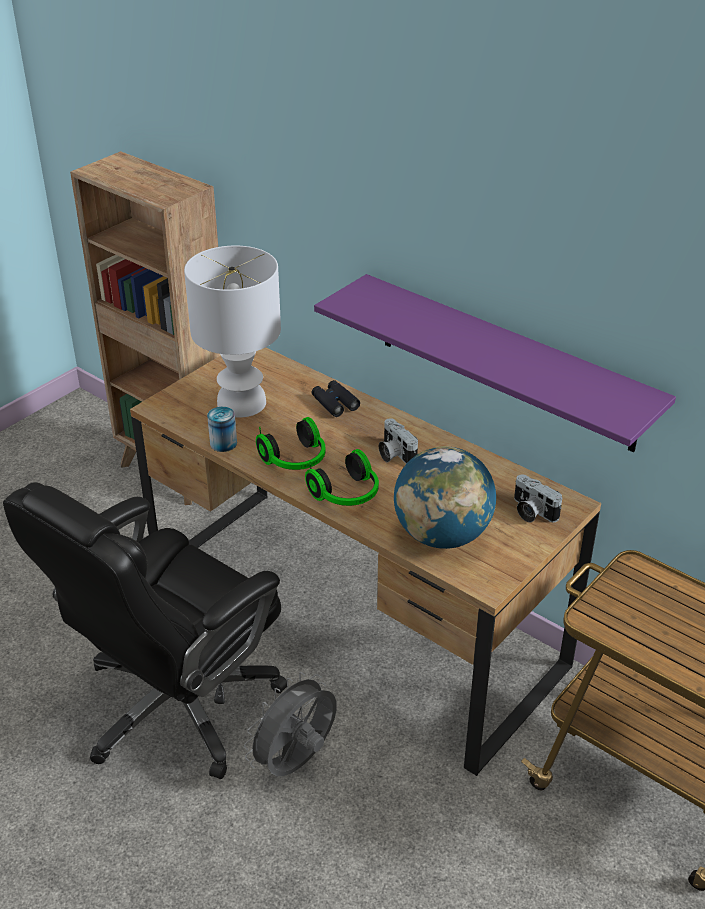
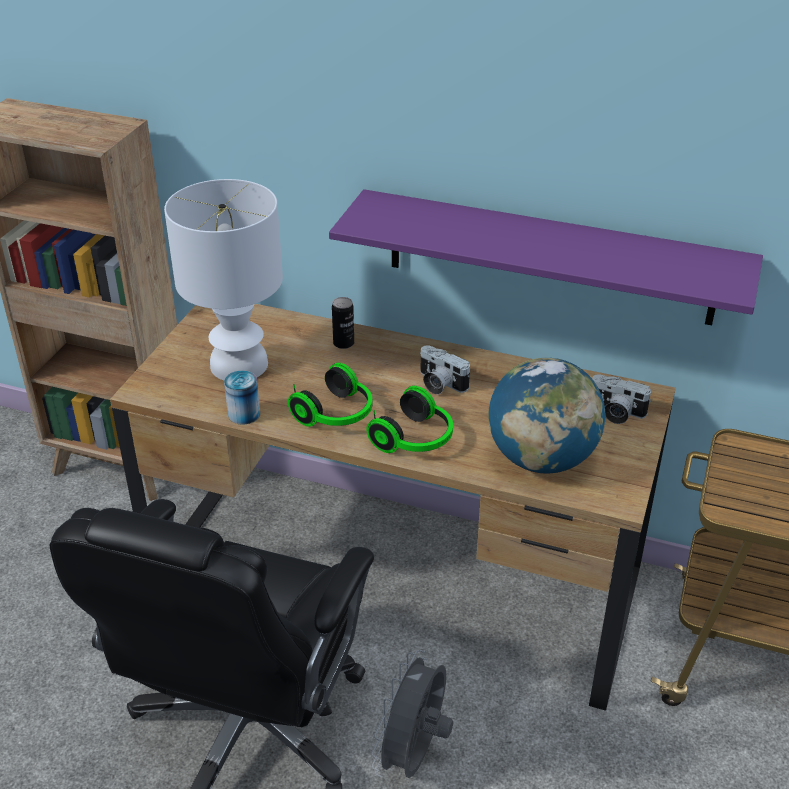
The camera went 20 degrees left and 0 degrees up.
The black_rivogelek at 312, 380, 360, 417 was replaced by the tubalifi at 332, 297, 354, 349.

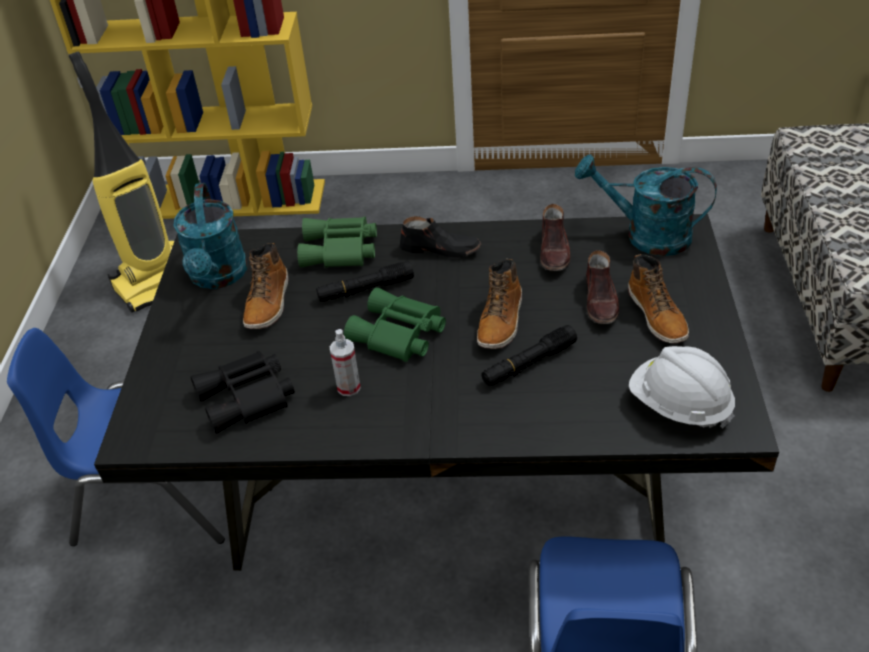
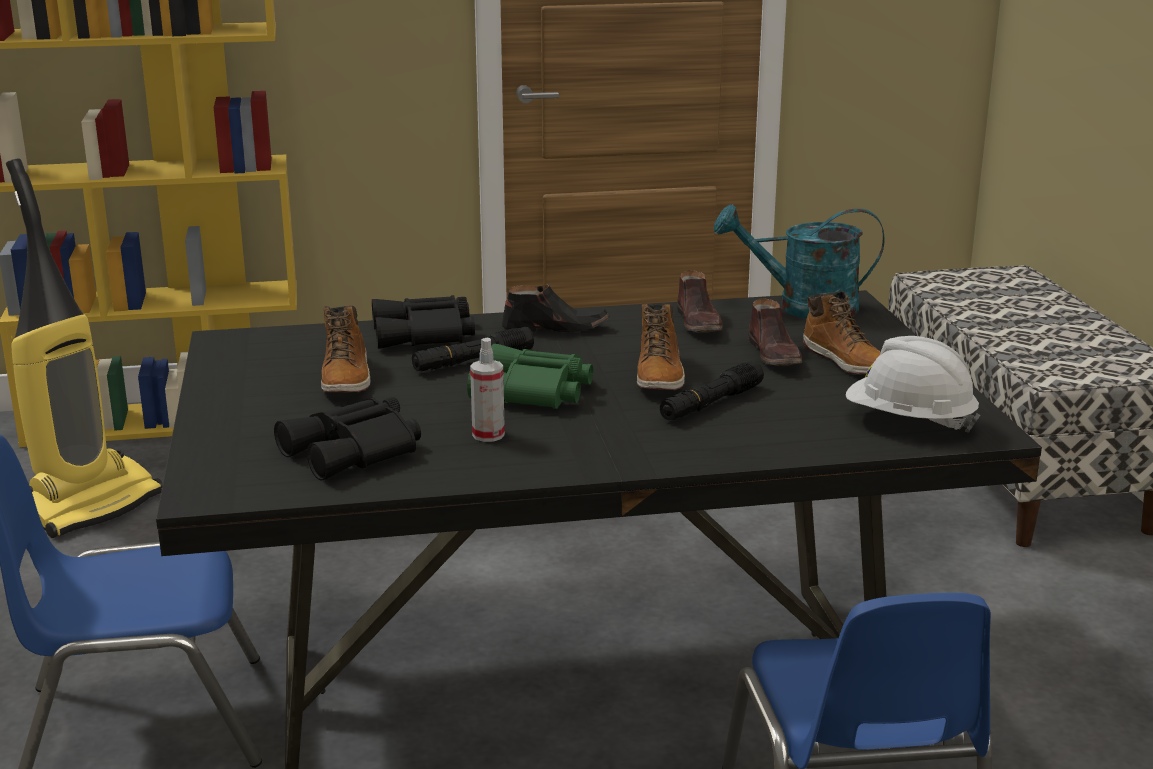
The camera went 15 degrees left and 20 degrees down.
The green_rivogelek at 297, 217, 377, 268 became the black_rivogelek at 372, 295, 475, 349.
The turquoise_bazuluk at 173, 183, 247, 289 disappeared.

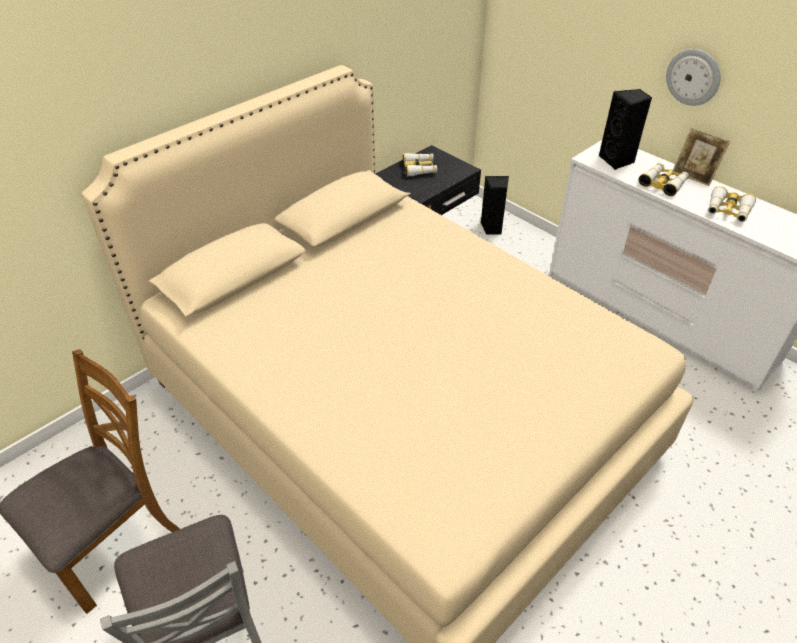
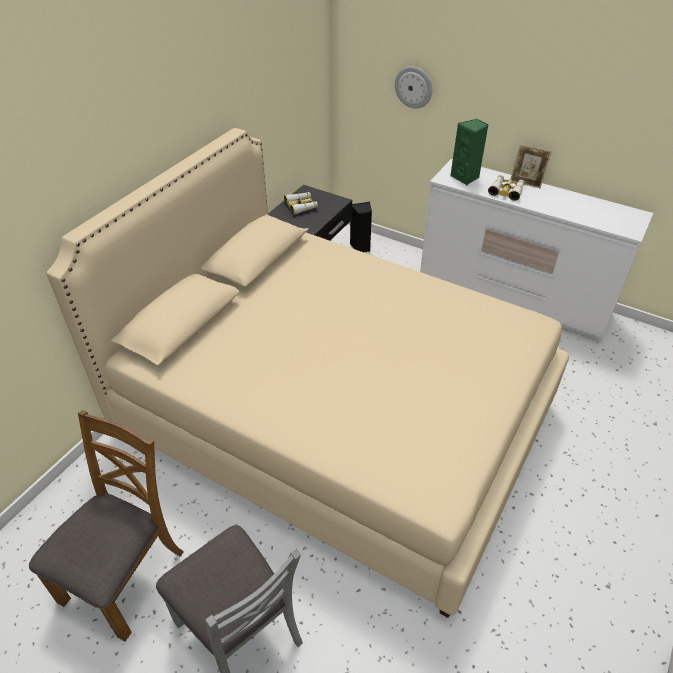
The camera went 15 degrees left and 0 degrees up.
The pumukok moved from 666, 49, 721, 106 to 395, 67, 432, 109.
The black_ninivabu at 599, 89, 652, 170 became the green_ninivabu at 450, 119, 488, 185.
The rivogelek at 708, 186, 756, 222 disappeared.

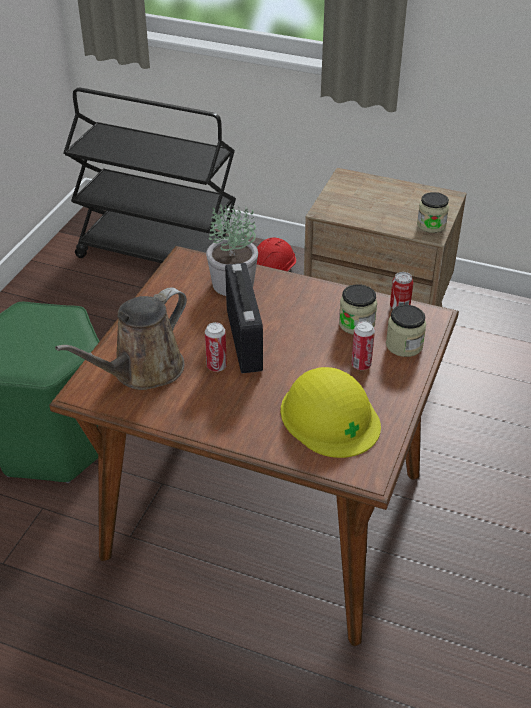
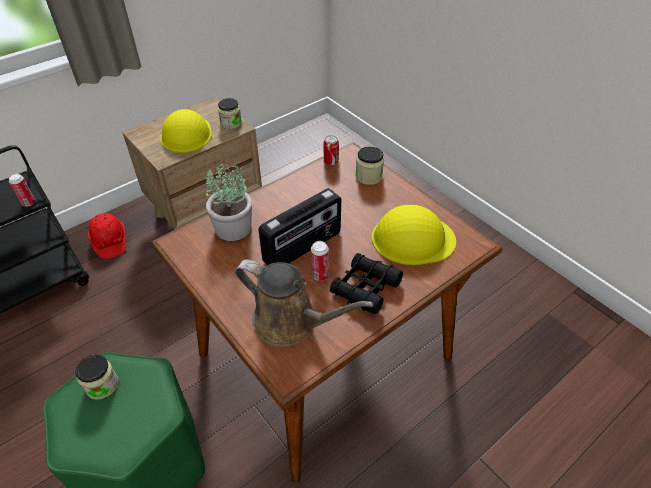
The camera went 60 degrees left and 5 degrees up.
The tubalifi moved from 351, 321, 375, 370 to 9, 174, 35, 206.
The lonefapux moved from 339, 284, 377, 335 to 75, 354, 119, 400.
The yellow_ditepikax at 160, 109, 212, 153 appeared.
The brown_bazuluk at 55, 288, 187, 390 turned 45 degrees counterclockwise.
The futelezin at 225, 263, 263, 373 turned 120 degrees clockwise.
The black_rivogelek at 330, 253, 403, 314 appeared.

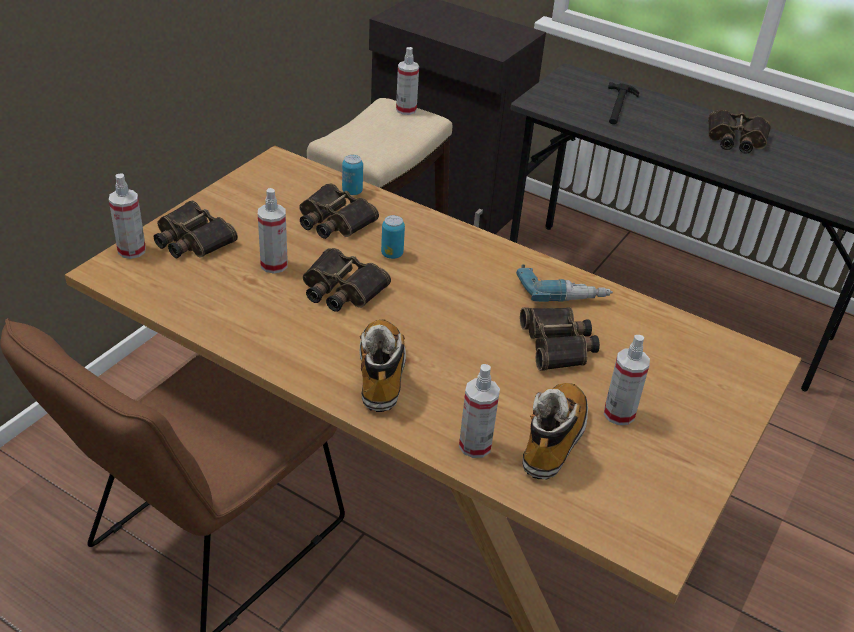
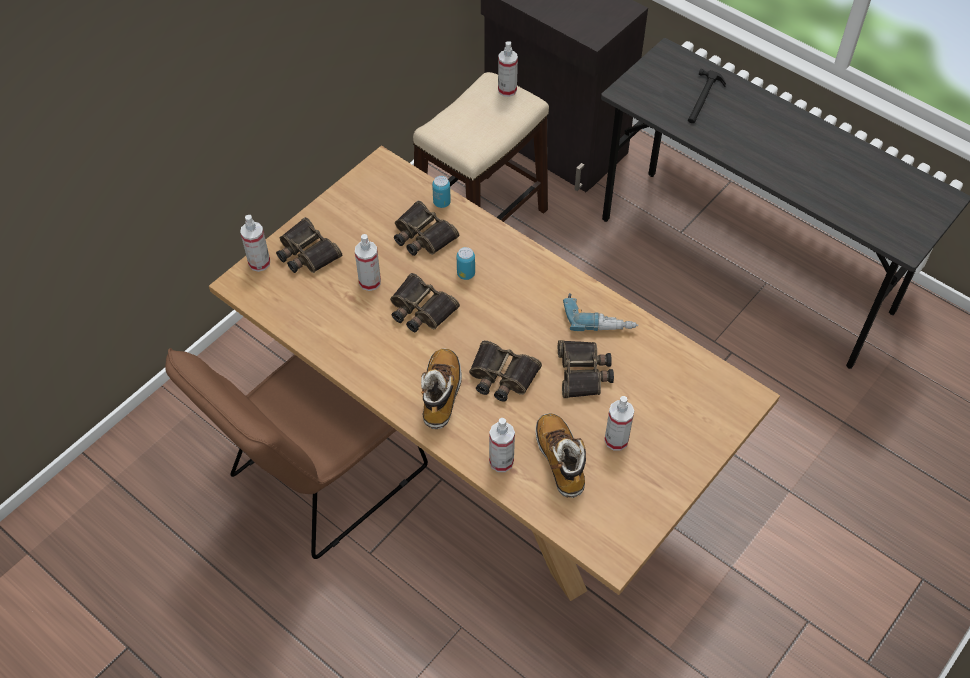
The camera went 10 degrees right and 15 degrees up.
The rivogelek moved from 708, 110, 771, 154 to 469, 340, 542, 402.
The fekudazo at 522, 383, 588, 480 turned 45 degrees counterclockwise.

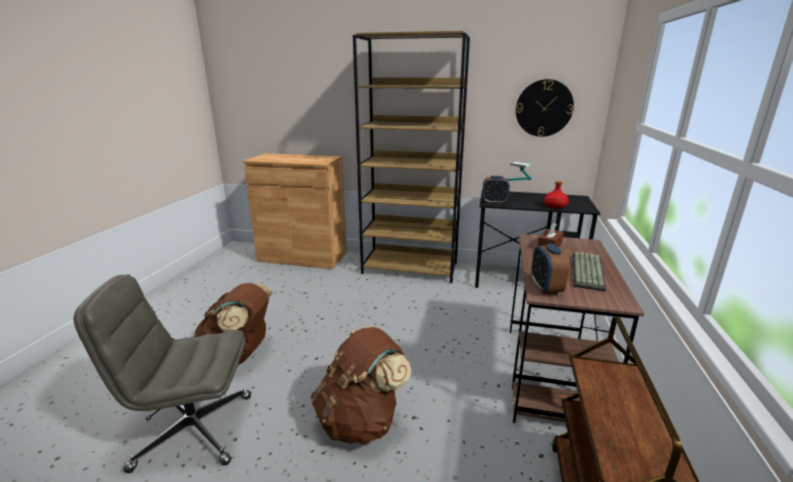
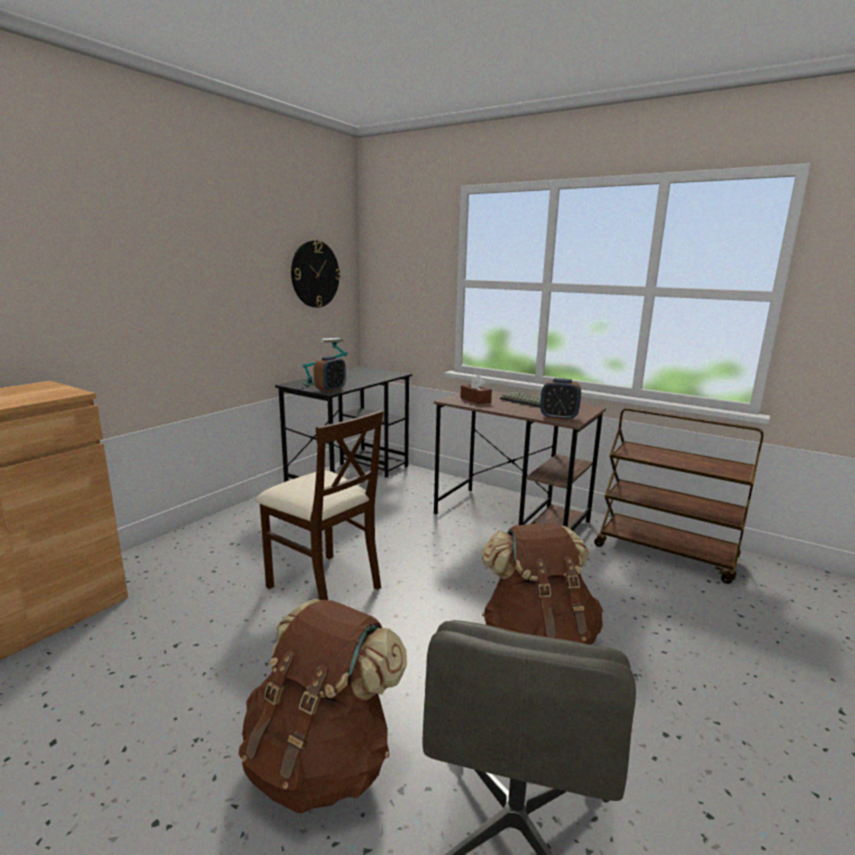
The camera went 70 degrees left and 5 degrees down.
The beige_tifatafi at 256, 410, 384, 600 appeared.
The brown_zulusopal at 353, 31, 470, 283 disappeared.
The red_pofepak at 544, 181, 569, 209 disappeared.

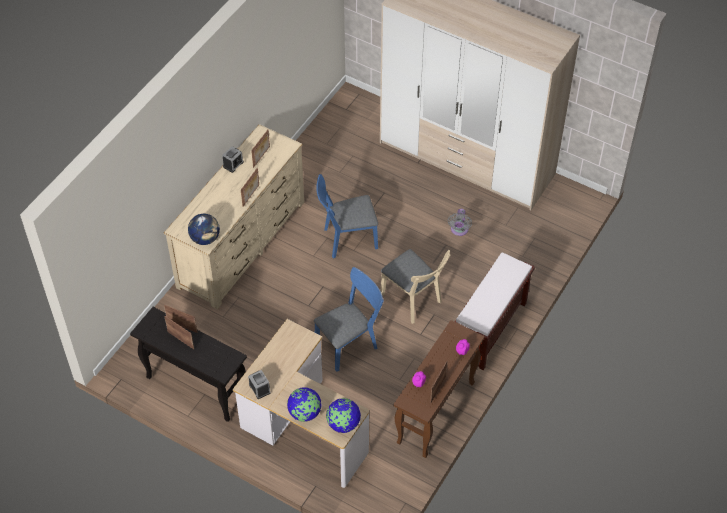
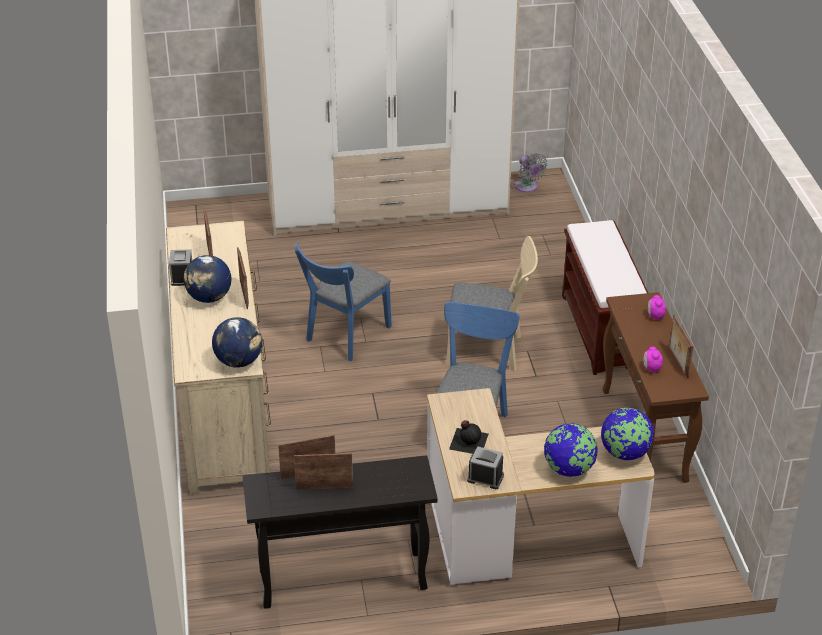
The camera went 40 degrees left and 15 degrees down.
The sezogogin at 184, 255, 231, 303 appeared.
The black_pofepak at 449, 420, 489, 454 appeared.
The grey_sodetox moved from 448, 209, 472, 236 to 515, 153, 547, 192.

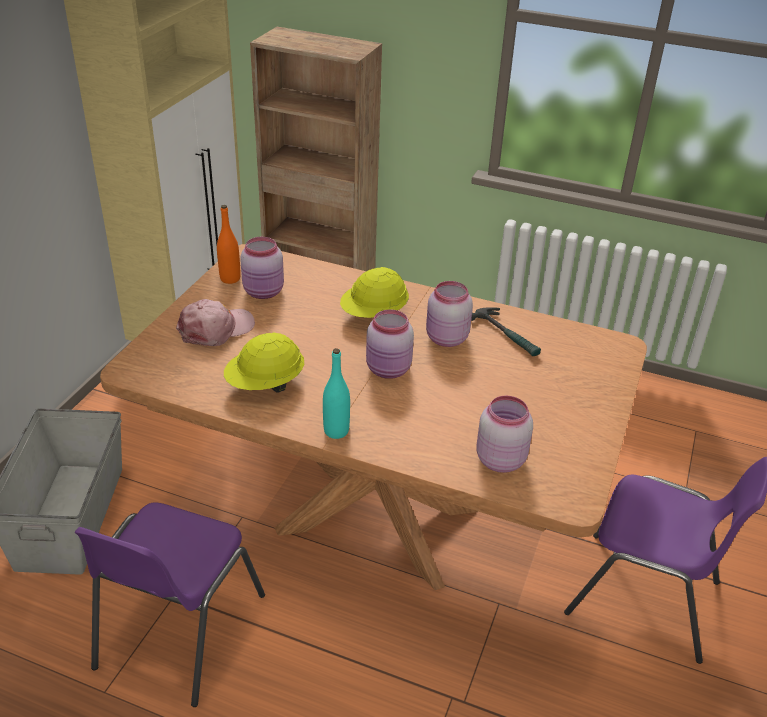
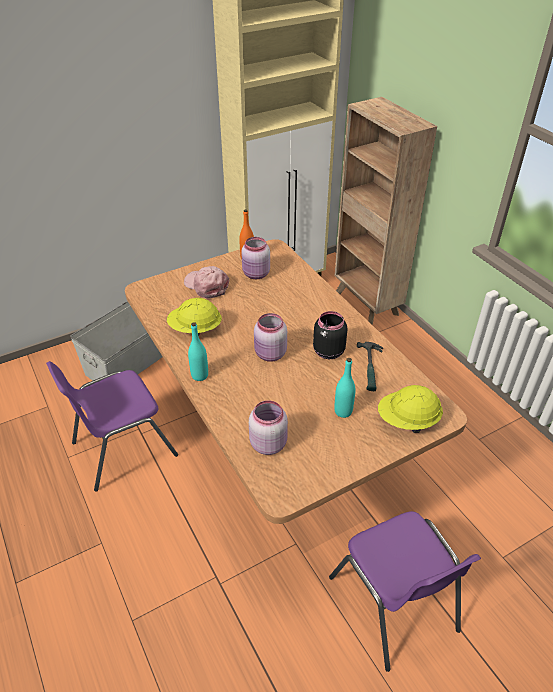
The camera went 40 degrees right and 5 degrees up.
The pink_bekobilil at 176, 299, 255, 346 turned 135 degrees counterclockwise.
The pink_lonefapux at 426, 281, 473, 347 became the black_lonefapux at 313, 311, 348, 359.
The turquoise_pofepak at 334, 358, 356, 418 appeared.
The yellow_ditepikax moved from 340, 267, 409, 318 to 378, 385, 443, 433.

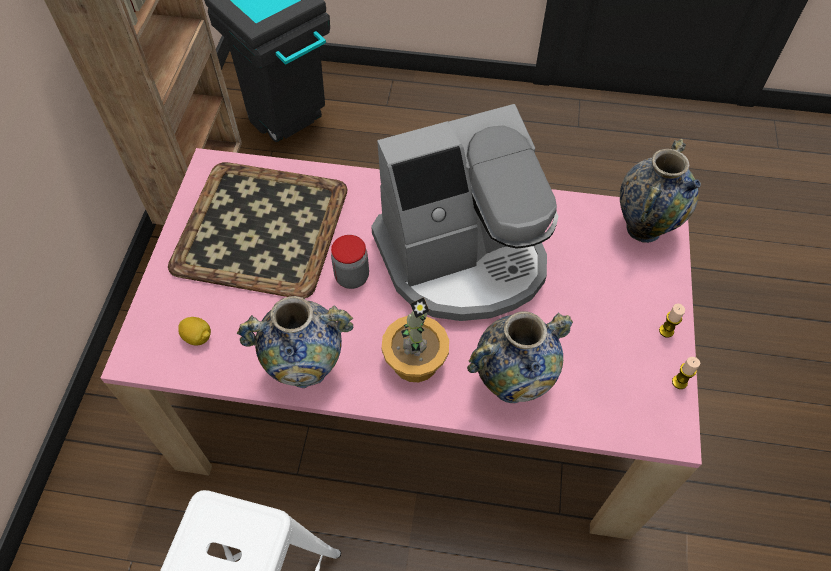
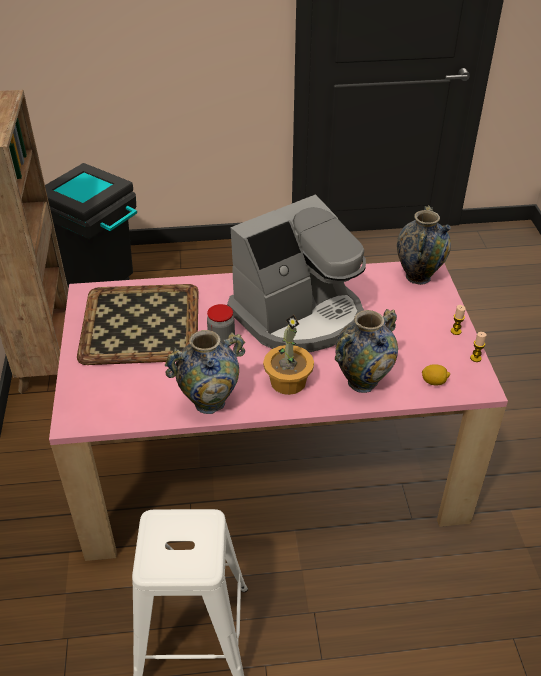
The camera went 15 degrees left and 15 degrees down.
The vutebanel moved from 178, 317, 211, 345 to 422, 364, 450, 385.

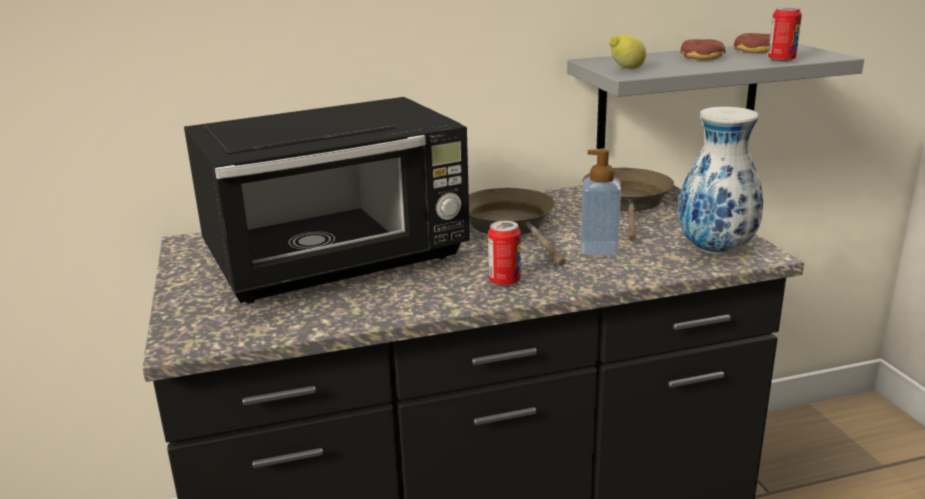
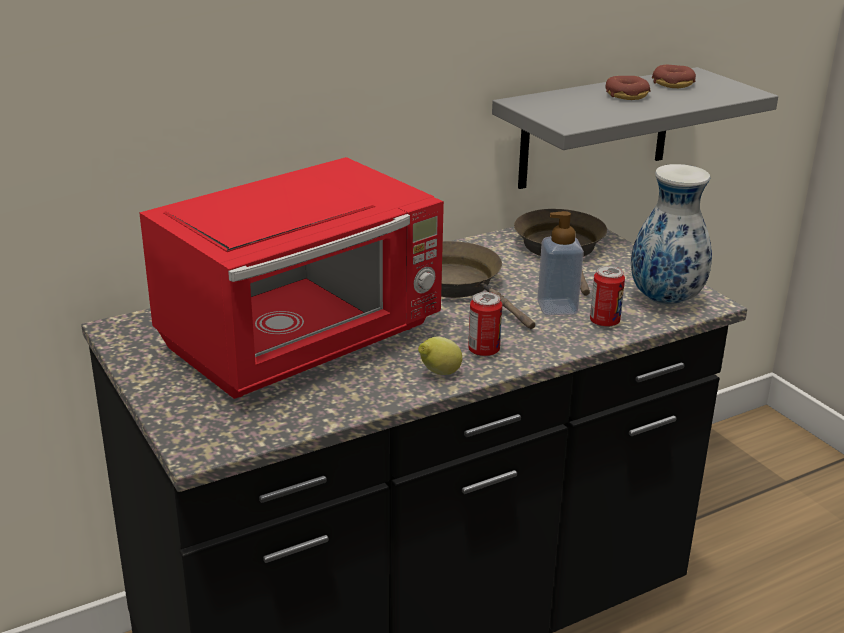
The camera went 15 degrees left and 5 degrees up.
The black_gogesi at 184, 97, 470, 303 became the red_gogesi at 139, 157, 444, 399.
The vutebanel moved from 609, 34, 647, 69 to 418, 337, 462, 375.
The tubalifi moved from 768, 7, 802, 62 to 590, 266, 625, 327.

